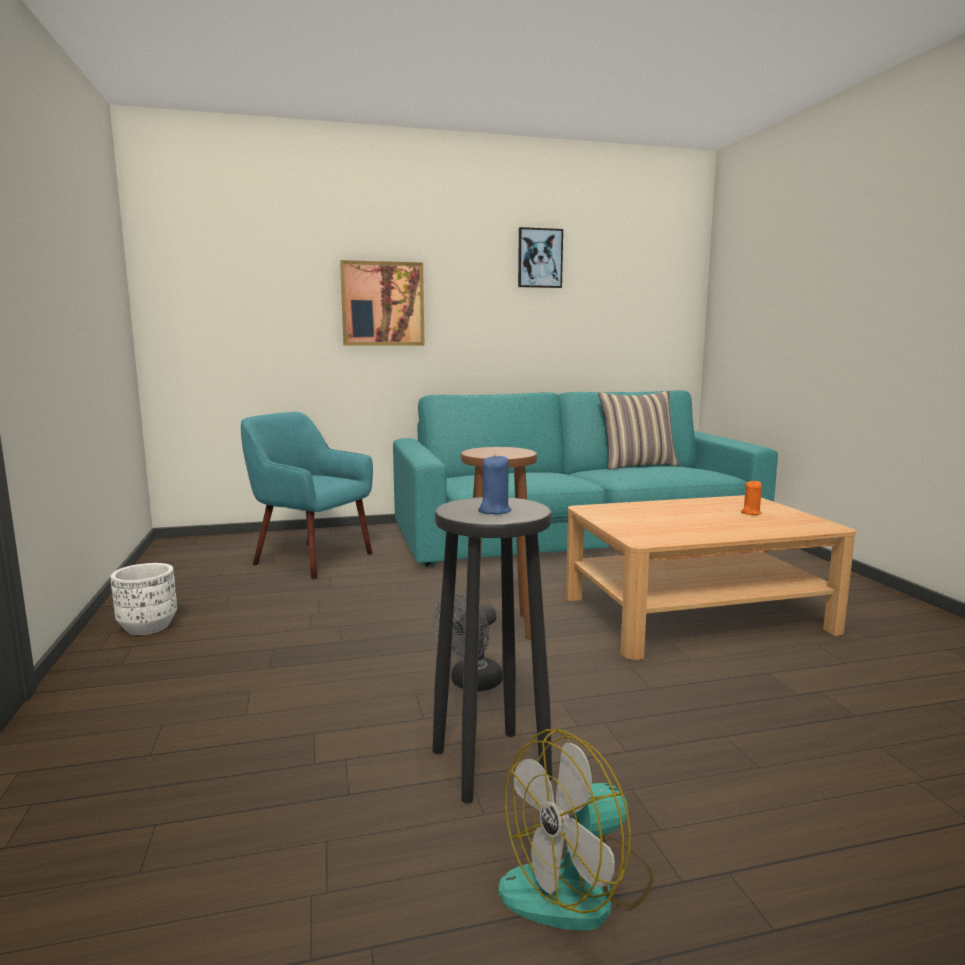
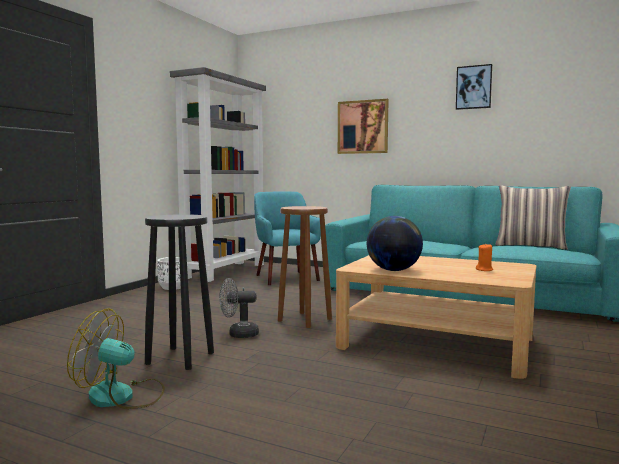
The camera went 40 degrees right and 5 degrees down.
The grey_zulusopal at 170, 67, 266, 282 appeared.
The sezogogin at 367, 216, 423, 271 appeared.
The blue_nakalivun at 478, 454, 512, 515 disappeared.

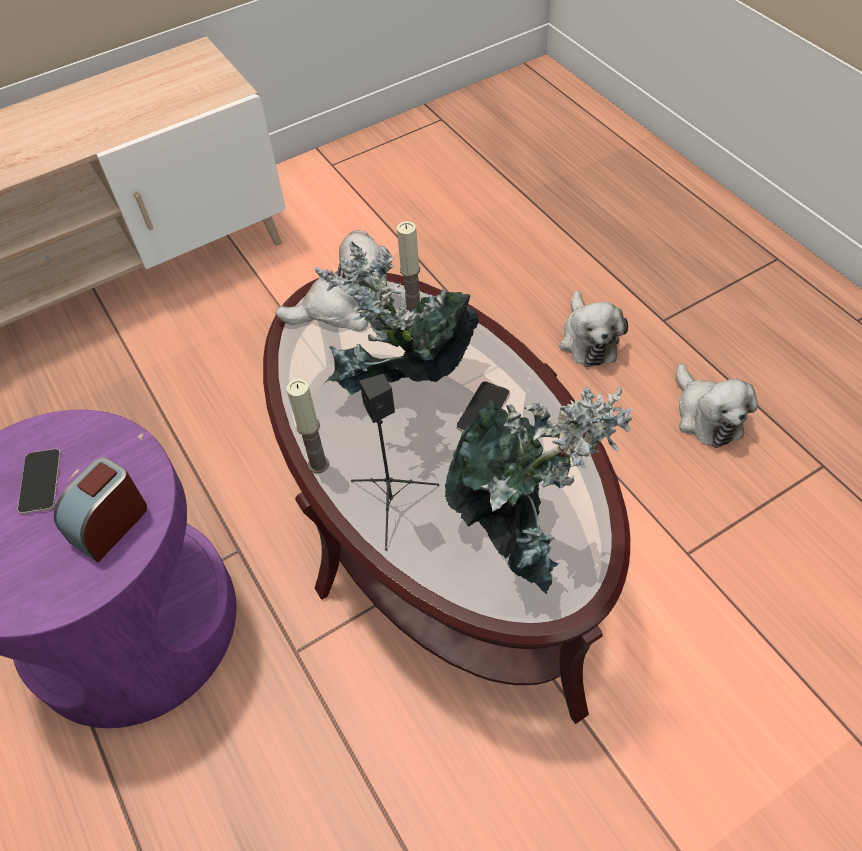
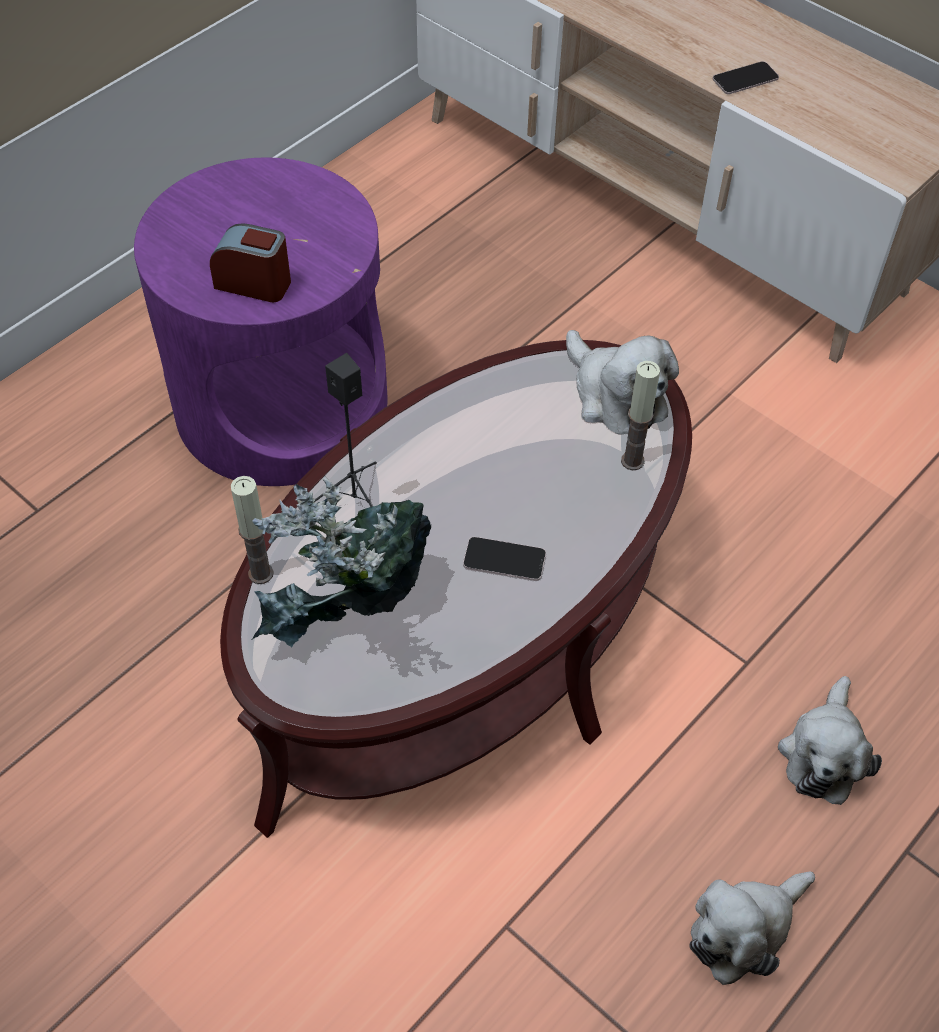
The camera went 70 degrees right and 0 degrees up.
The nakalivun moved from 287, 379, 329, 473 to 231, 476, 274, 584.
The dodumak moved from 17, 449, 61, 514 to 713, 61, 779, 94.
The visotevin at 560, 291, 628, 367 turned 45 degrees counterclockwise.
The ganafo at 315, 242, 479, 395 disappeared.

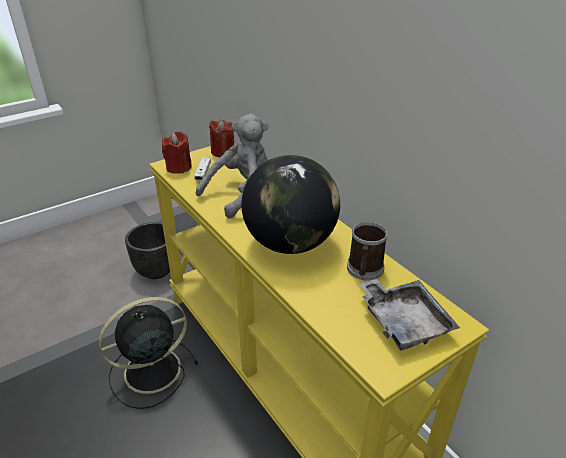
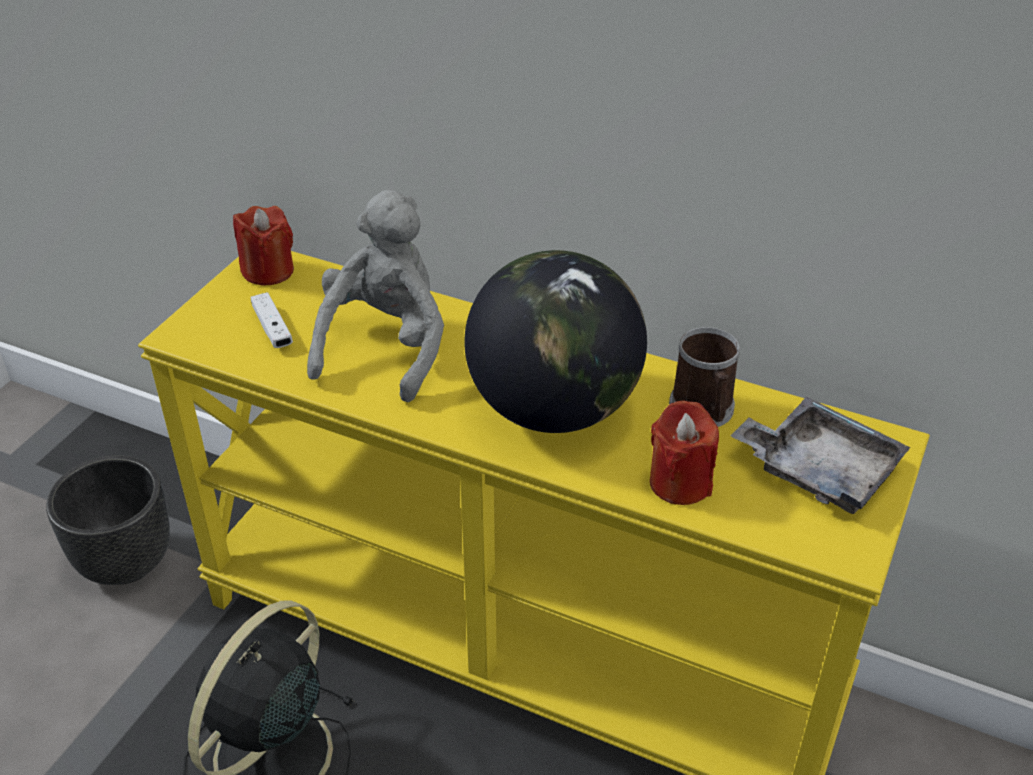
The camera went 30 degrees left and 5 degrees up.
The red_nakalivun moved from 162, 132, 192, 174 to 650, 400, 719, 505.

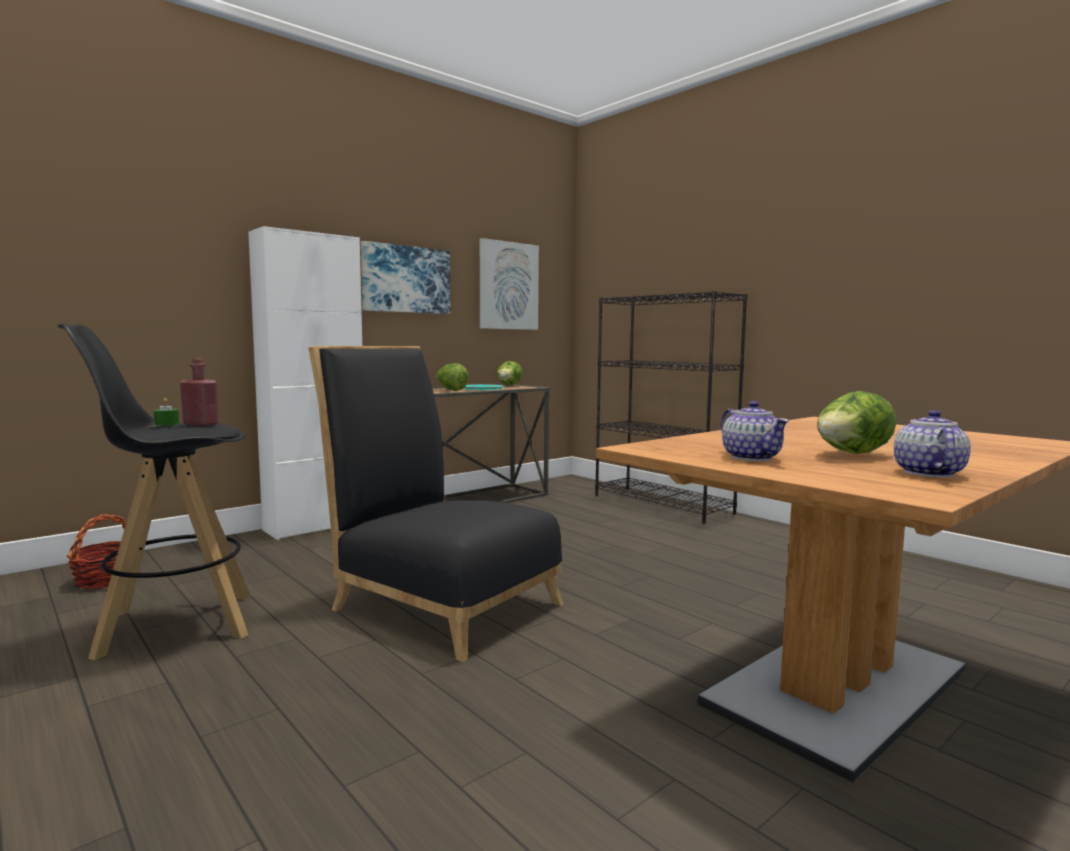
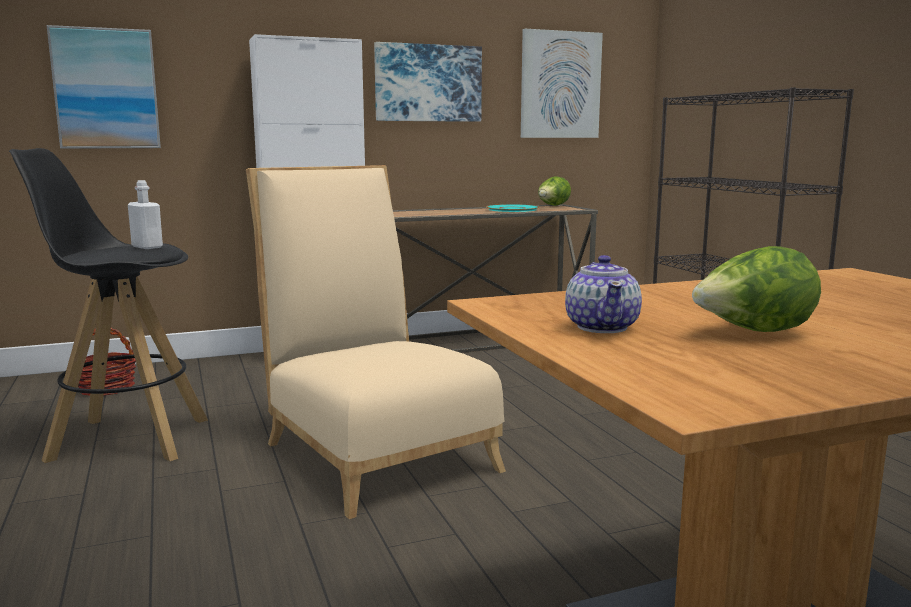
The camera went 20 degrees right and 5 degrees up.
The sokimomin at 46, 25, 161, 149 appeared.
The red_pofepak at 180, 358, 219, 426 became the white_pofepak at 128, 180, 163, 249.
The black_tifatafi at 308, 346, 564, 662 became the beige_tifatafi at 246, 165, 506, 519.
The green_nakalivun at 154, 398, 179, 426 disappeared.
The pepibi at 436, 363, 469, 391 disappeared.
The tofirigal at 894, 410, 971, 477 disappeared.

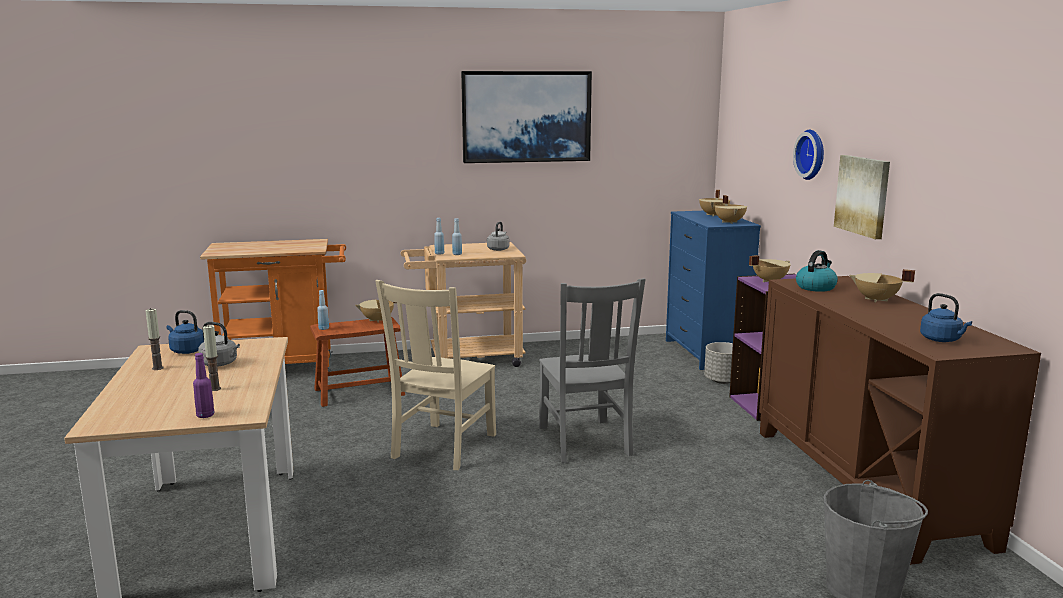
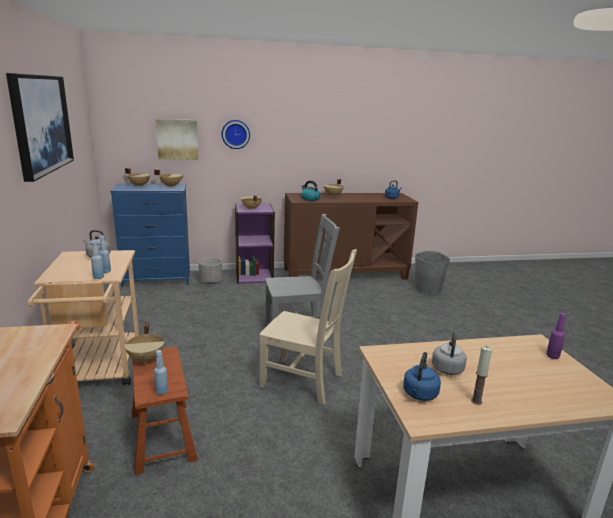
The camera went 90 degrees left and 5 degrees up.
The sokimomin moved from 834, 155, 890, 239 to 156, 119, 198, 160.
The nakalivun at 203, 325, 221, 391 disappeared.

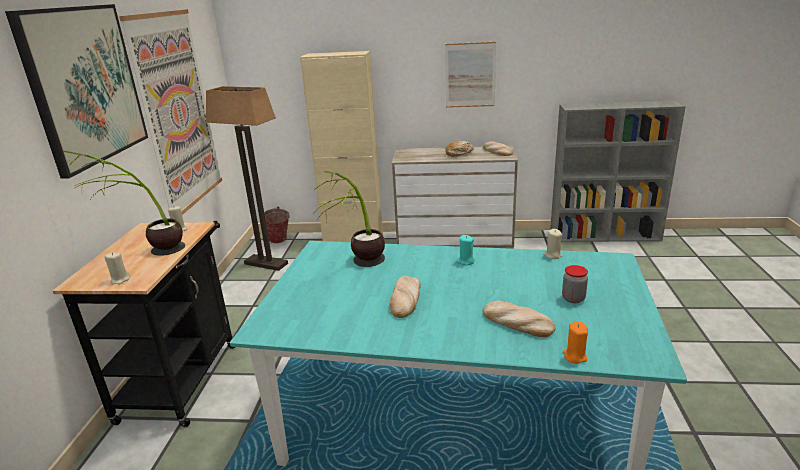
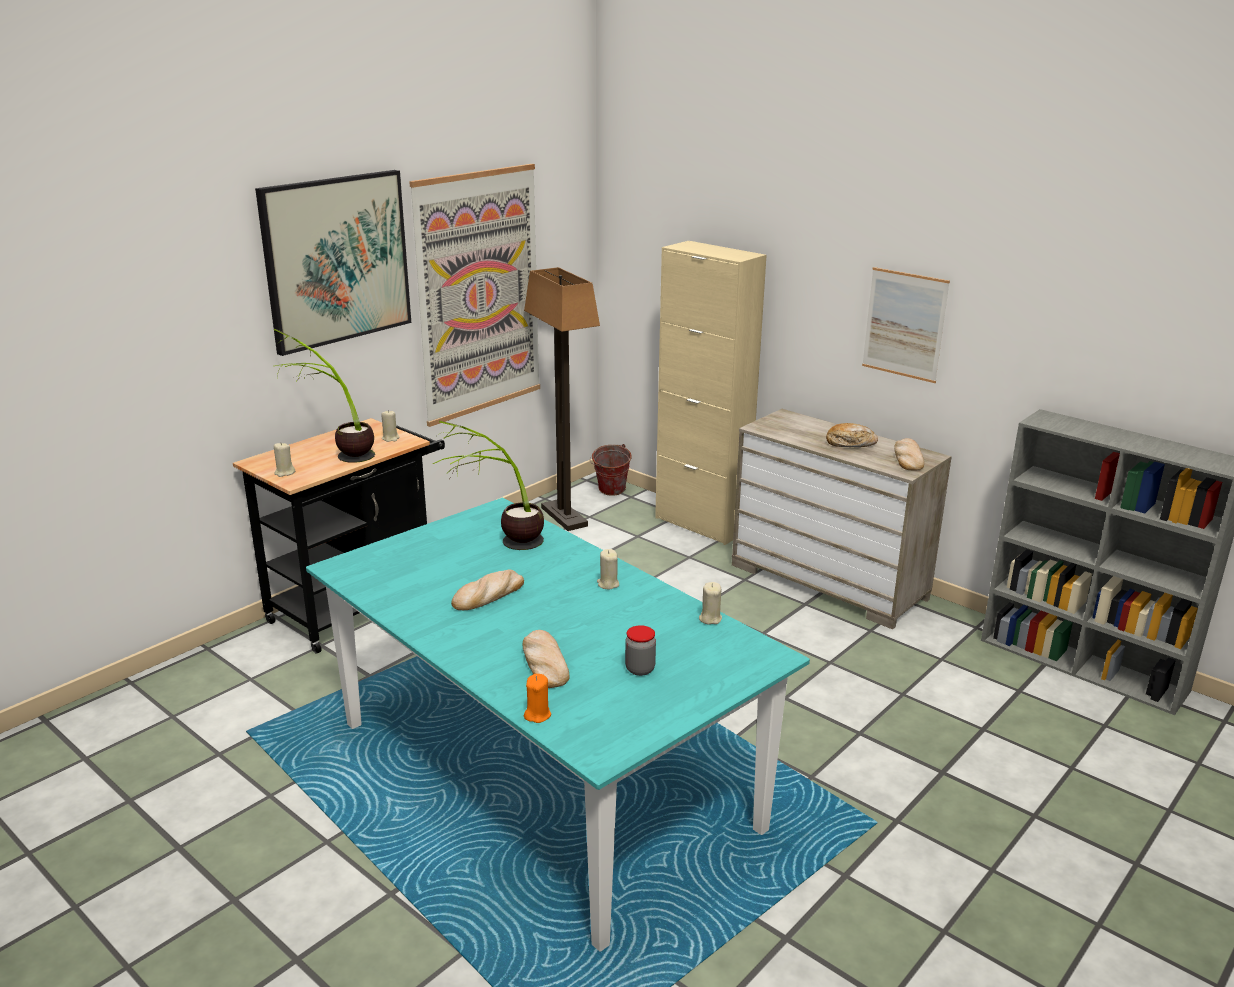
The camera went 35 degrees right and 0 degrees up.
The turquoise_nakalivun at 457, 235, 475, 265 became the beige_nakalivun at 597, 549, 619, 589.

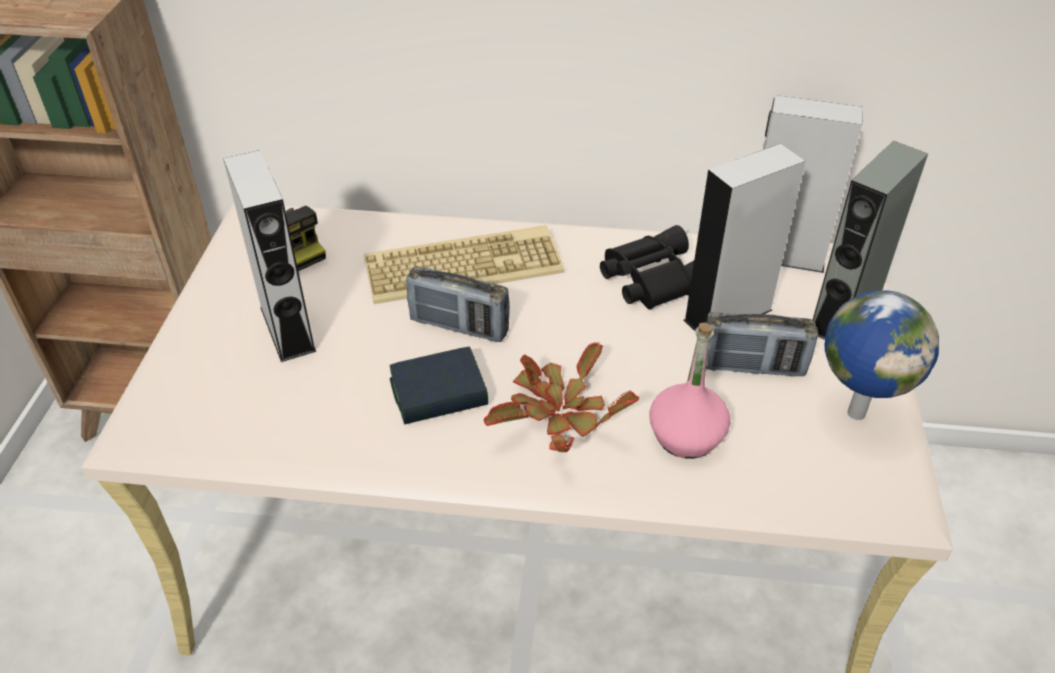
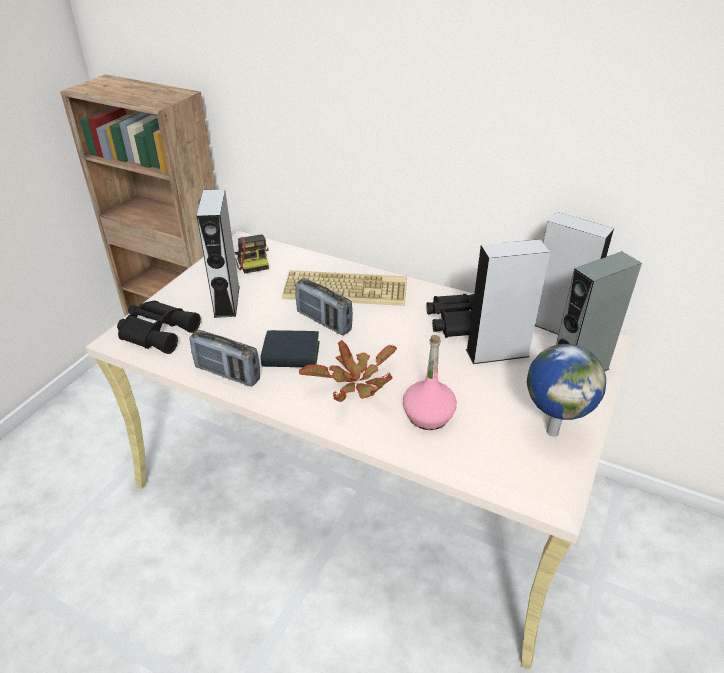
The camera went 20 degrees right and 5 degrees down.
The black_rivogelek at 117, 301, 201, 354 appeared.
The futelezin moved from 706, 312, 818, 377 to 189, 330, 260, 387.

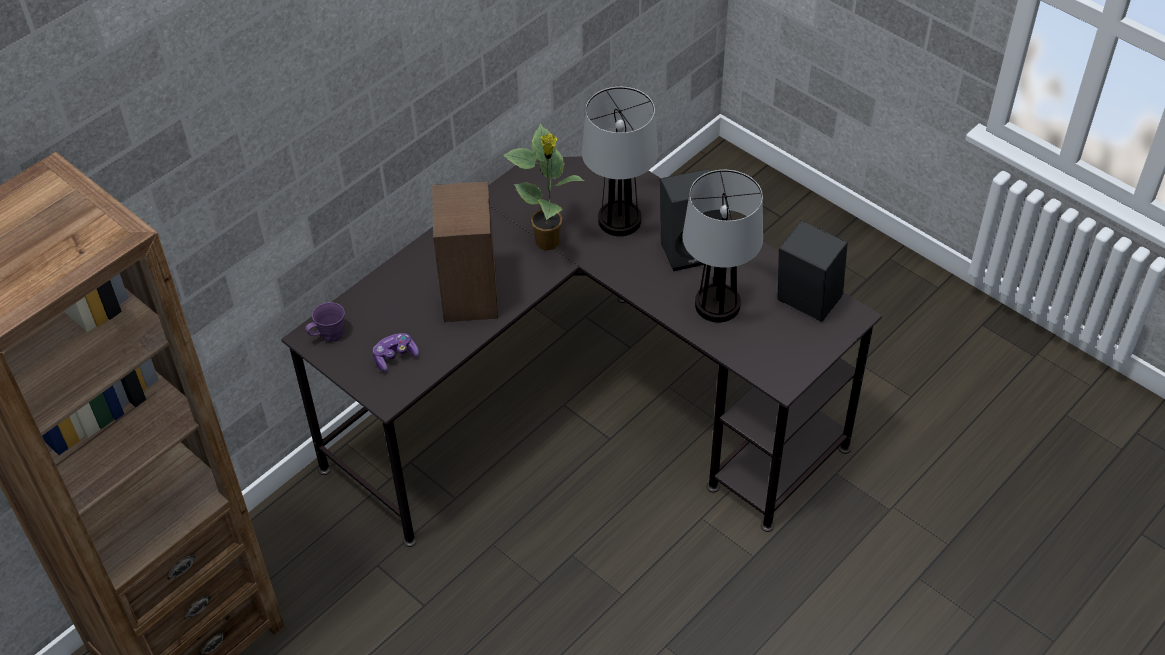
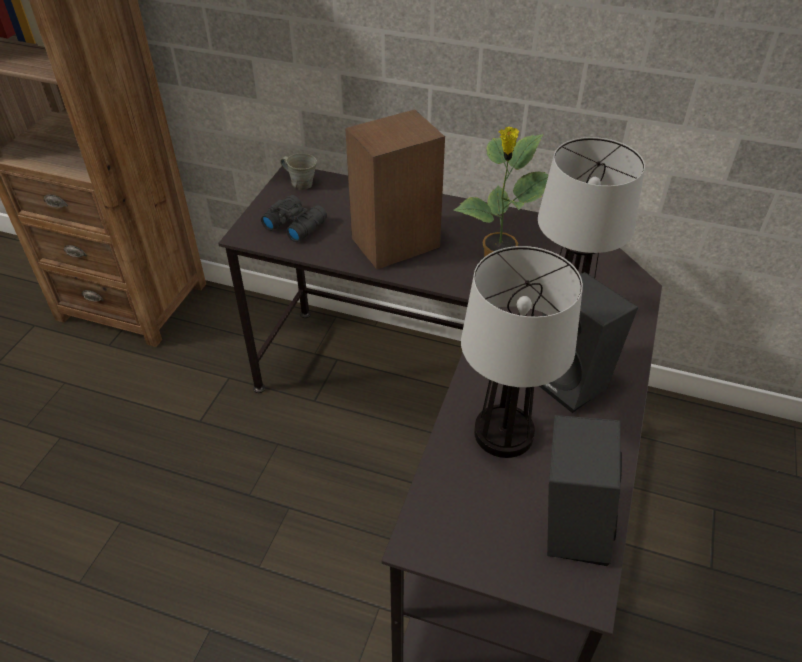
The camera went 65 degrees right and 5 degrees down.
The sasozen at 373, 333, 419, 372 was replaced by the black_rivogelek at 261, 195, 327, 242.
The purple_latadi at 305, 302, 345, 342 became the grey_latadi at 280, 153, 317, 190.

